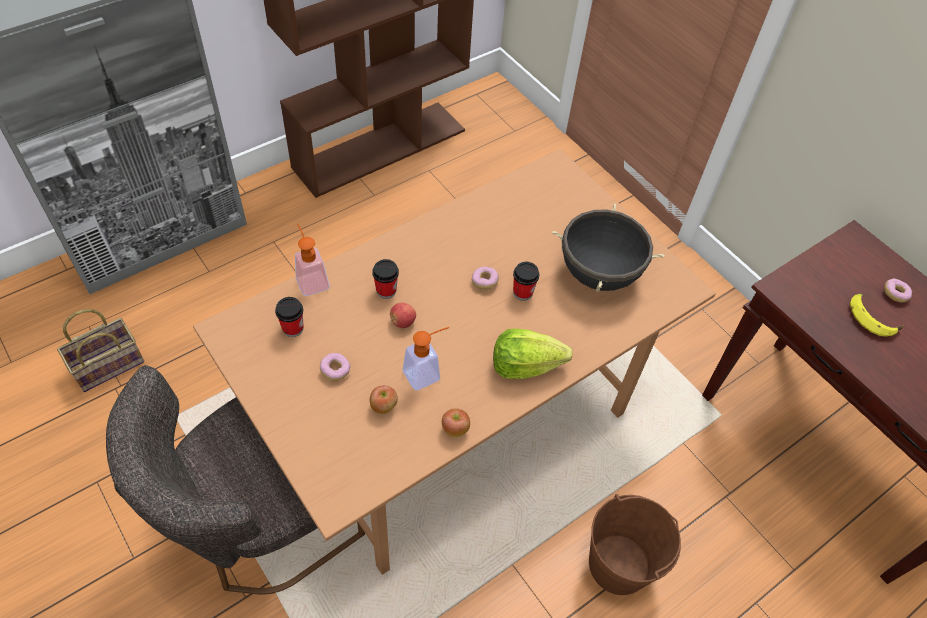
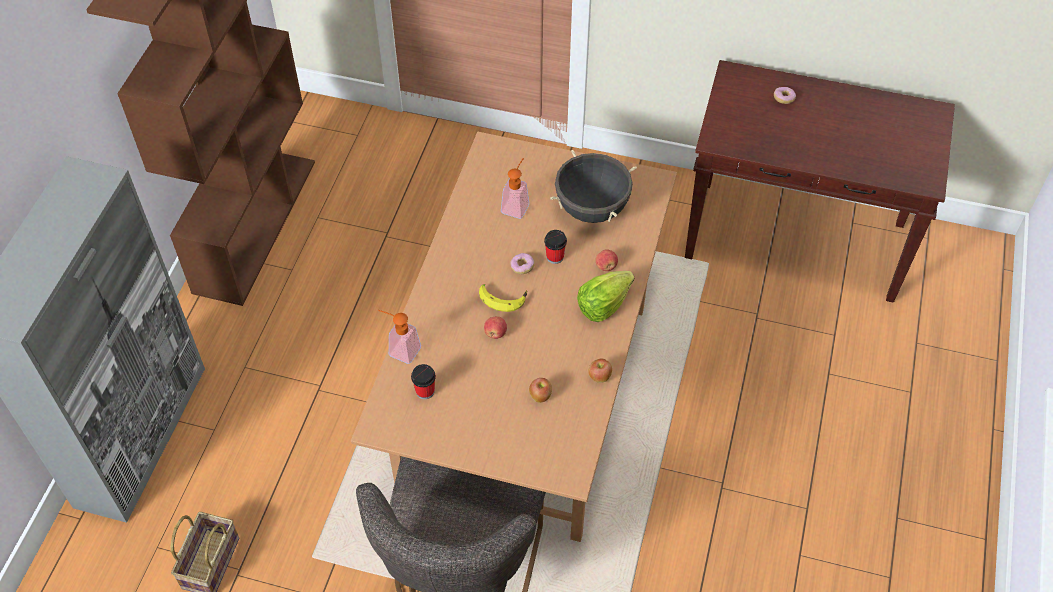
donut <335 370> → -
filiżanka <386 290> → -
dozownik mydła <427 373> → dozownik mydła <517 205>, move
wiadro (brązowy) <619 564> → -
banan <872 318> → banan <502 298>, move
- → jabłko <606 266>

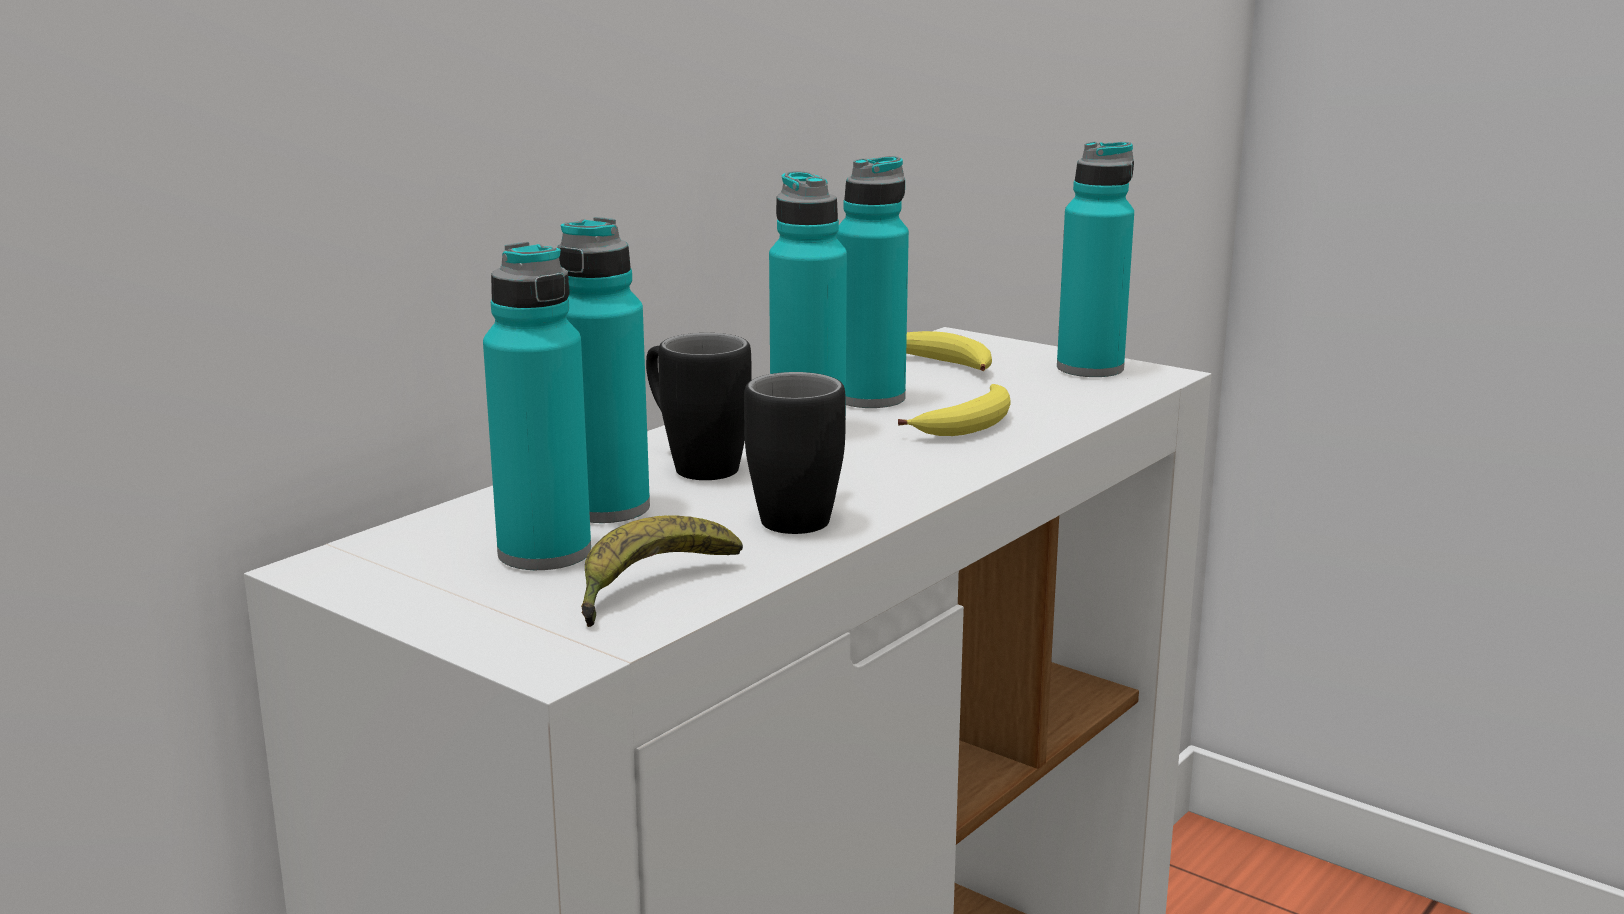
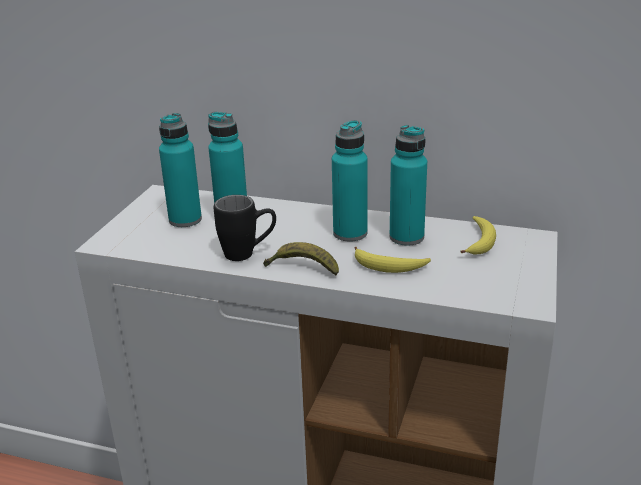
banan <650 588> → banan <303 268>, move
kubek (czarny) <693 464> → -
butelka (turkusowy) <1090 368> → -

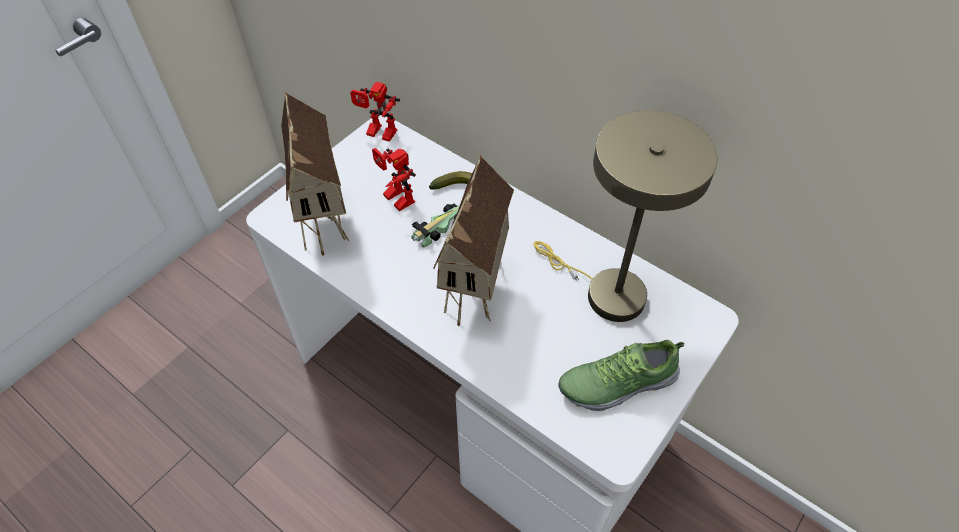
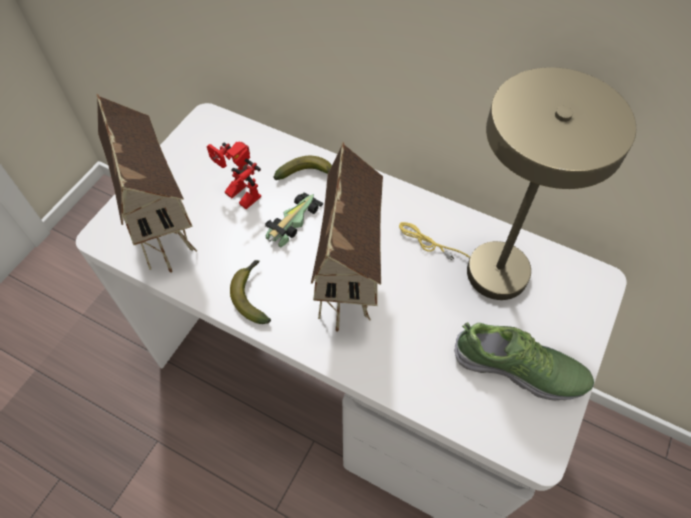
robot zabawkowy <378 134> → -
but <616 382> → but <518 368>, 135 degrees counterclockwise
- → banan <252 294>

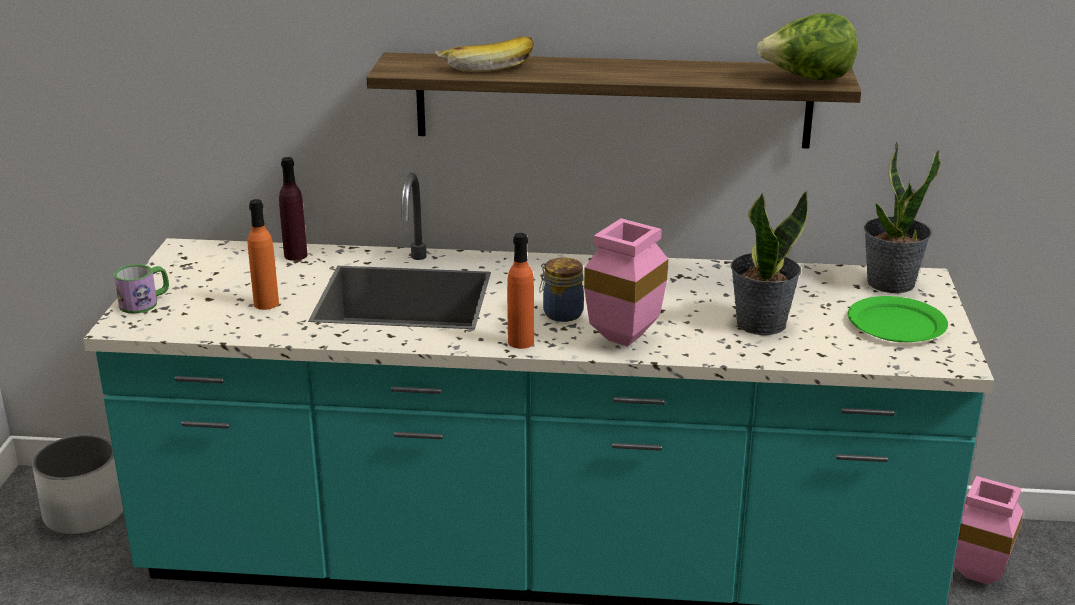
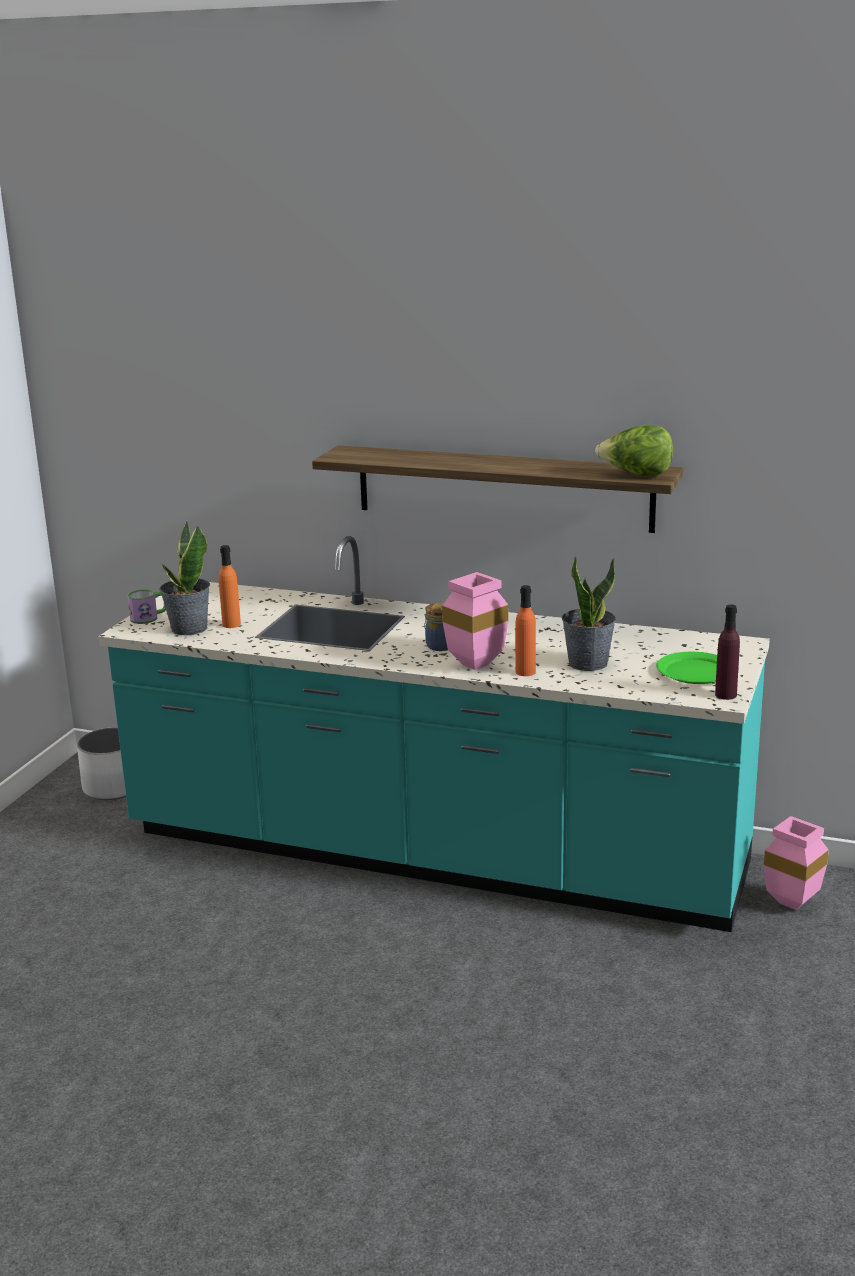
butelka (fioletowy) <295 255> → butelka (fioletowy) <725 695>, move
banan <487 65> → -
butelka (pomarańczowy) <521 342> → butelka (pomarańczowy) <525 672>, move
roślina doniczkowa <890 283> → roślina doniczkowa <188 629>, move

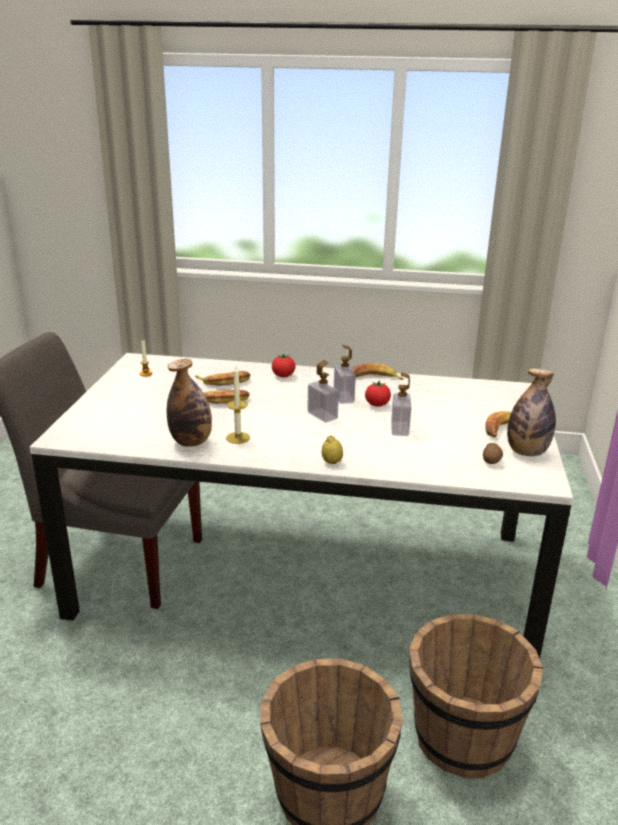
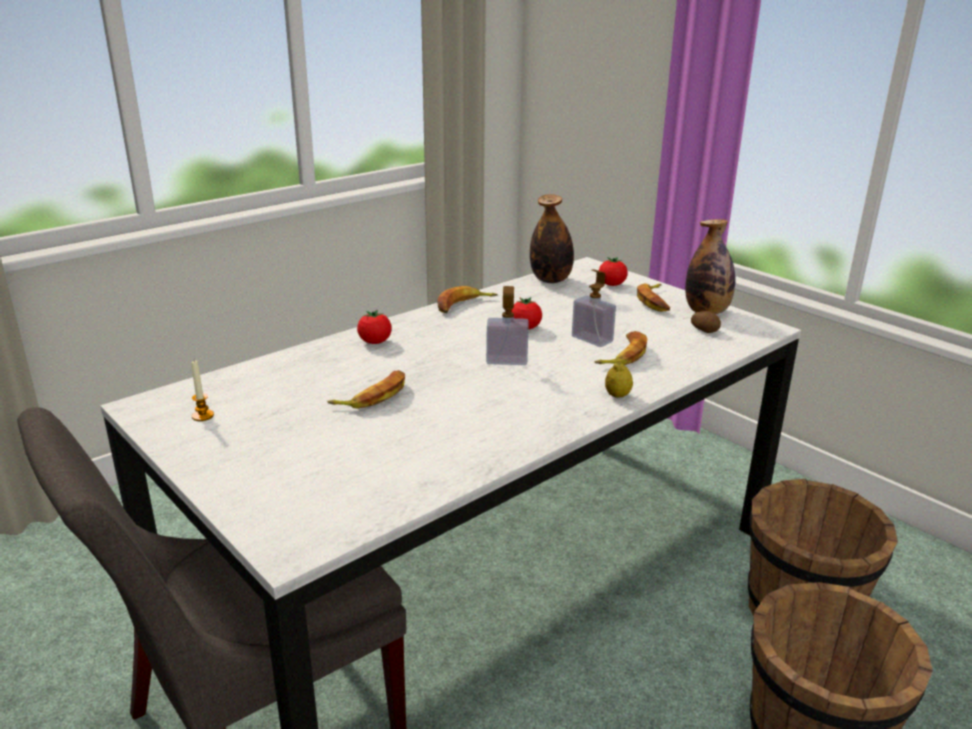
butelka <191 442> → butelka <551 280>, move
banan <224 381> → banan <623 355>, move
świeca <238 438> → -
dozownik mydła <343 397> → -
- → pomidor <612 284>

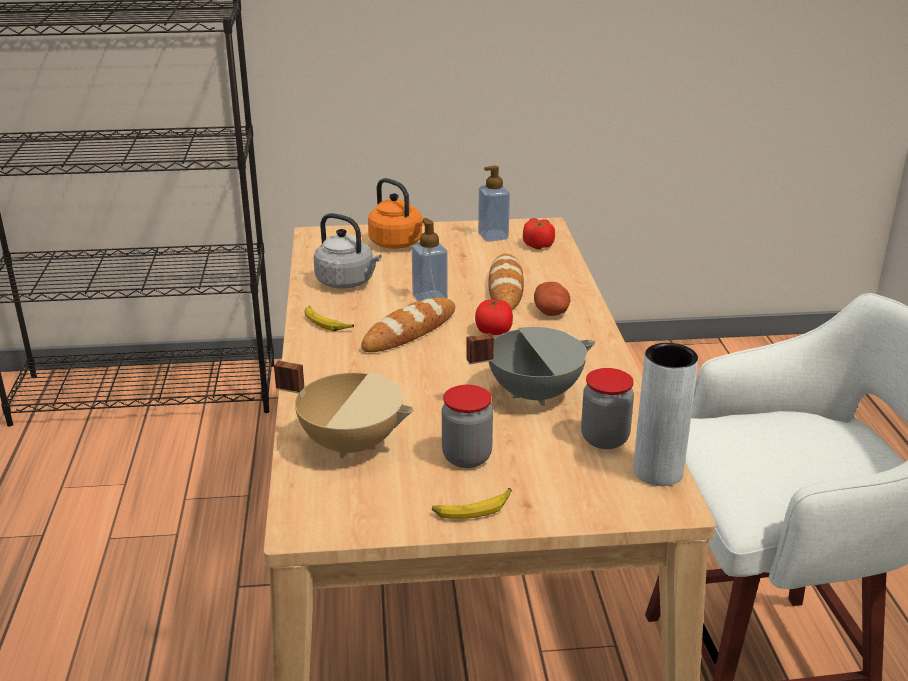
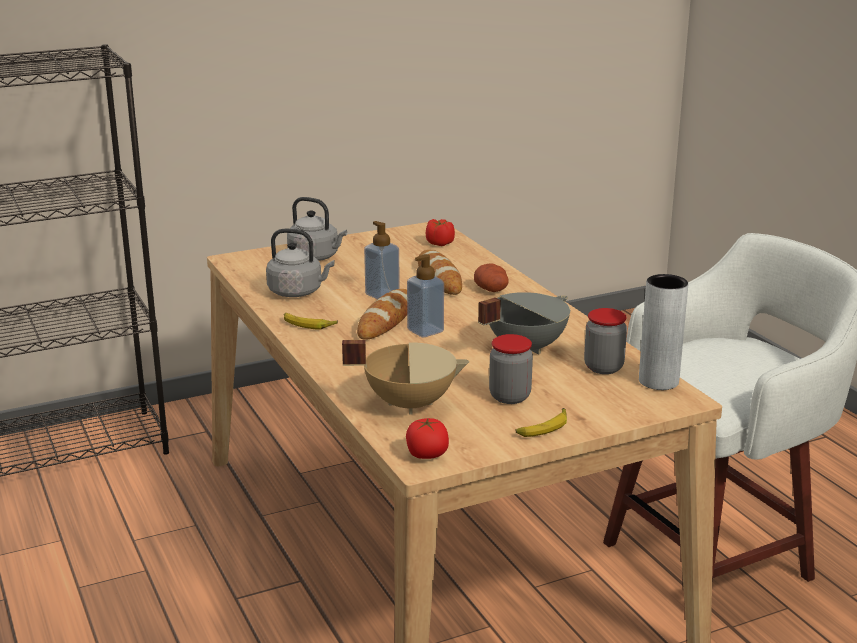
czajnik (pomarańczowy) <398 244> → czajnik (szary) <316 257>
pomidor <493 331> → pomidor <427 455>, move
dozownik mydła <493 236> → dozownik mydła <425 331>, move

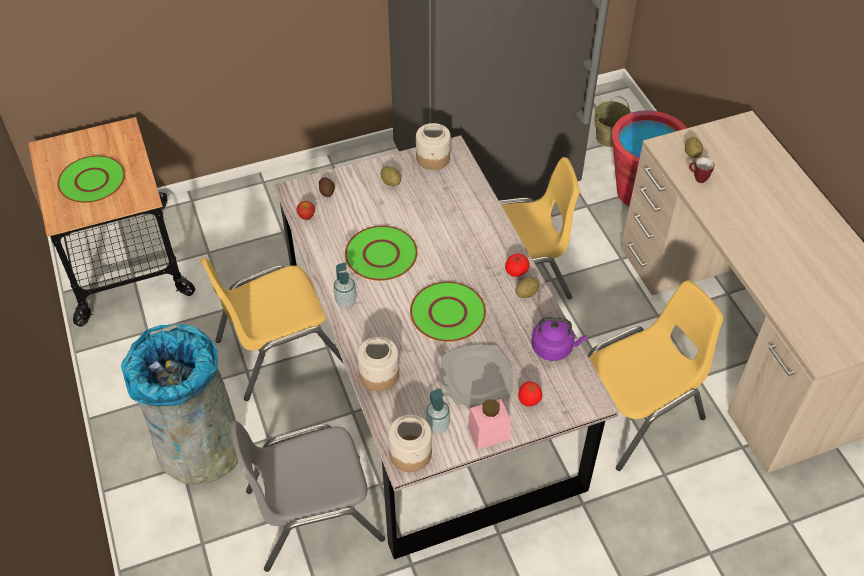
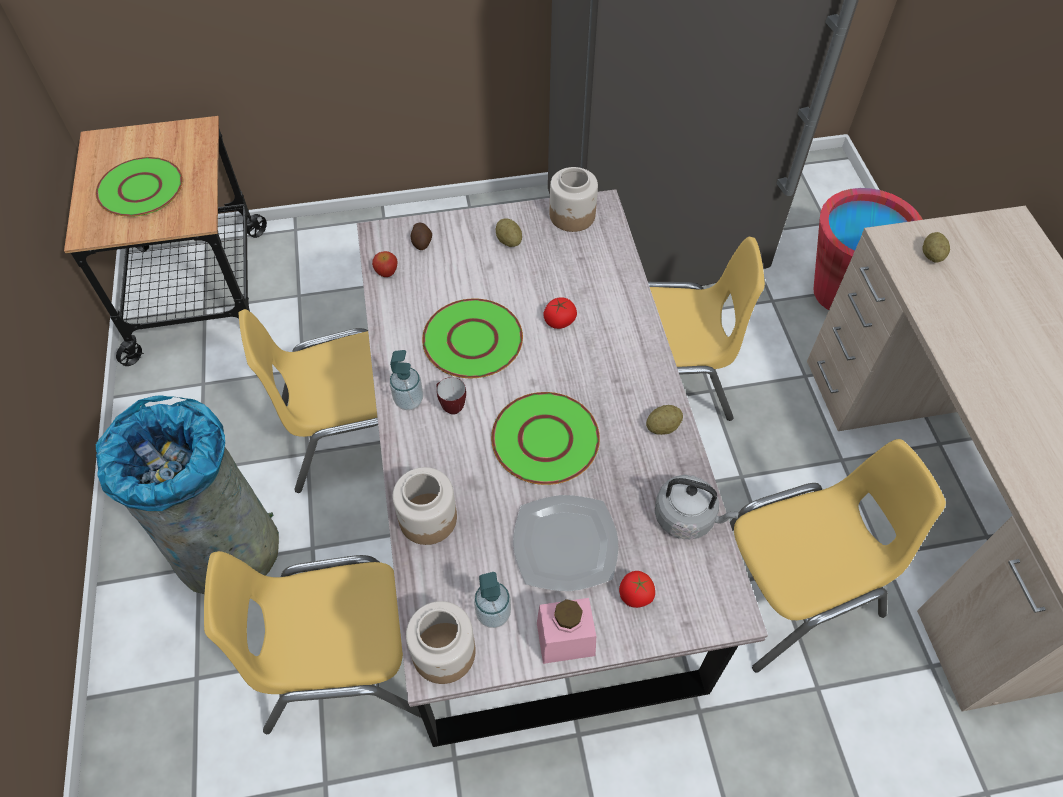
krzesło (szary) <313 513> → krzesło (żółty) <344 661>
pomidor <516 271> → pomidor <559 321>, move
czajnik (fioletowy) <554 348> → czajnik (szary) <687 517>
wiadro (beżowy) <608 137> → -
kubek <697 178> → kubek <450 406>, move

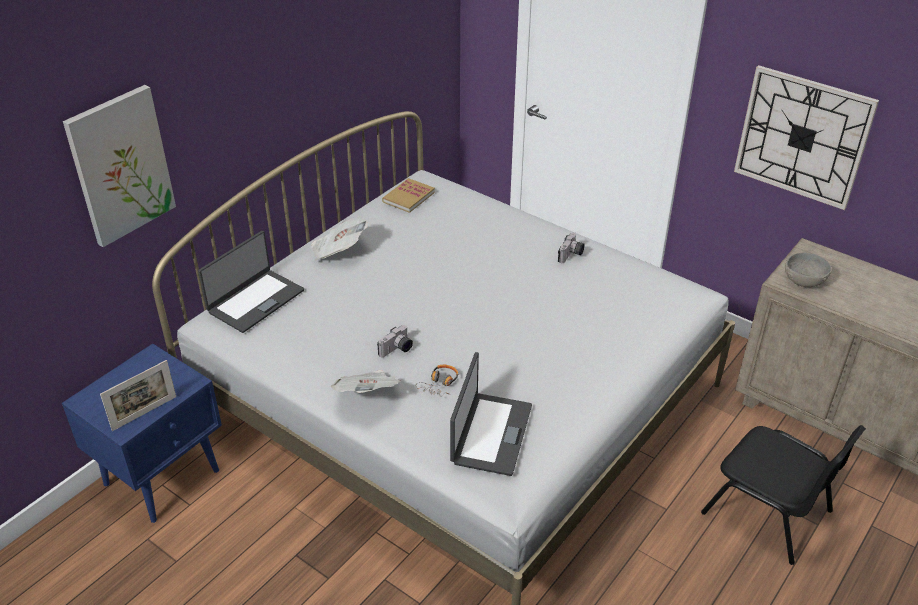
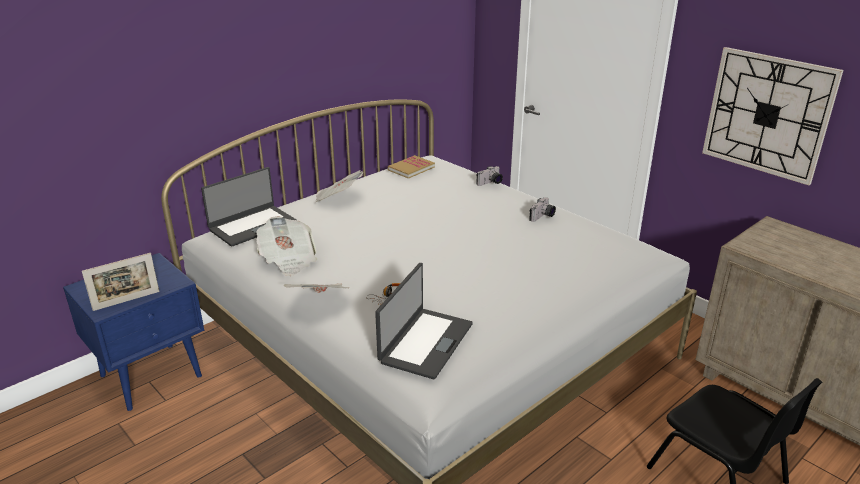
obraz <120 165> → -
aparat fotograficzny <397 350> → aparat fotograficzny <490 183>, move
miska (szary) <804 280> → -
- → gazeta <288 260>

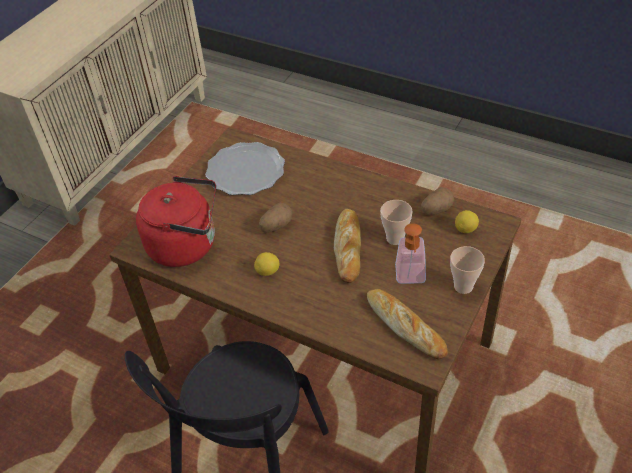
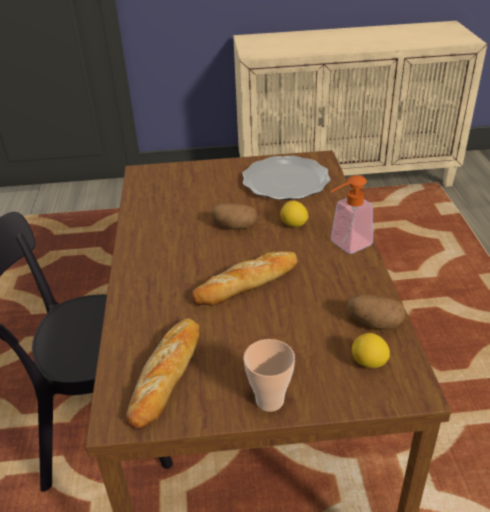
czajnik (czerwony) <187 245> → -
cytryna <268 272> → cytryna <294 225>, move
filiżanka <395 238> → -
dozownik mydła <410 278> → dozownik mydła <345 245>, move

